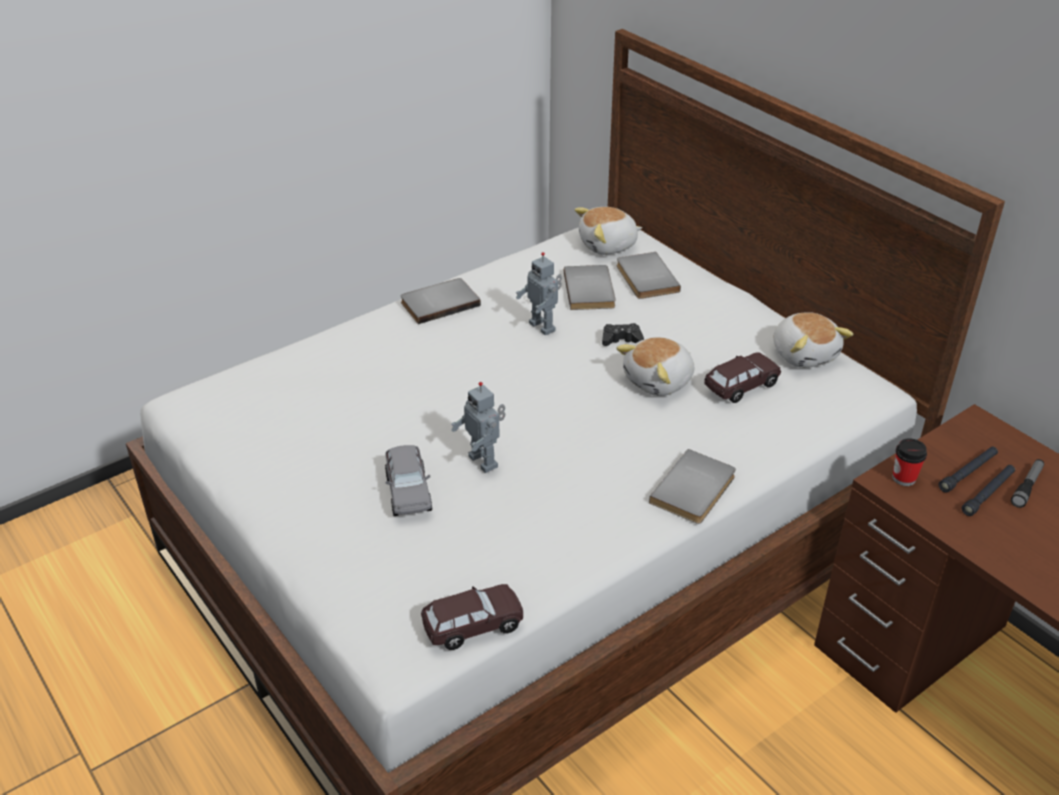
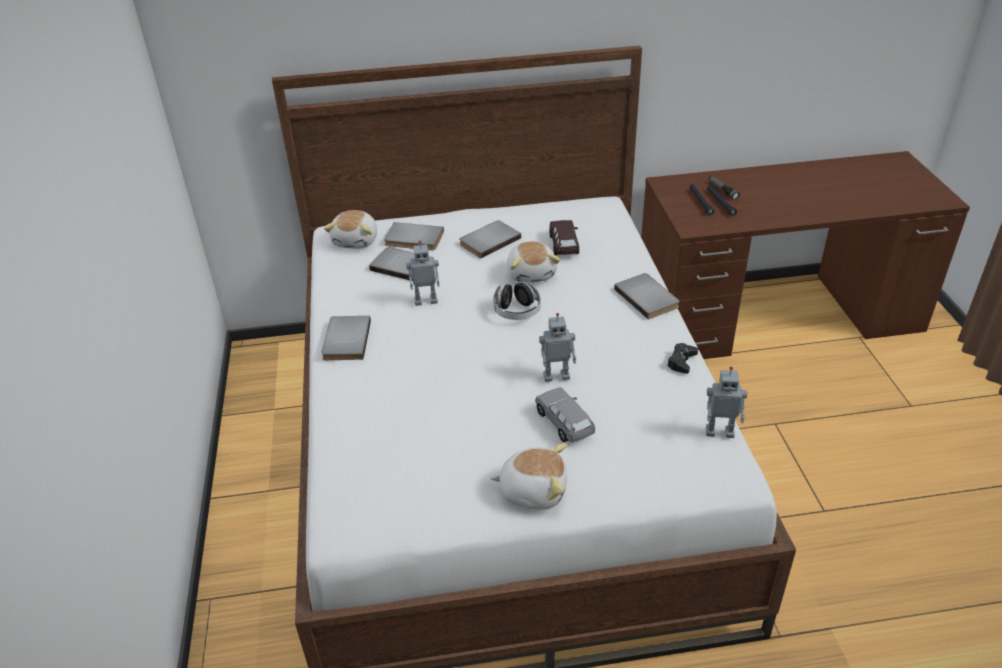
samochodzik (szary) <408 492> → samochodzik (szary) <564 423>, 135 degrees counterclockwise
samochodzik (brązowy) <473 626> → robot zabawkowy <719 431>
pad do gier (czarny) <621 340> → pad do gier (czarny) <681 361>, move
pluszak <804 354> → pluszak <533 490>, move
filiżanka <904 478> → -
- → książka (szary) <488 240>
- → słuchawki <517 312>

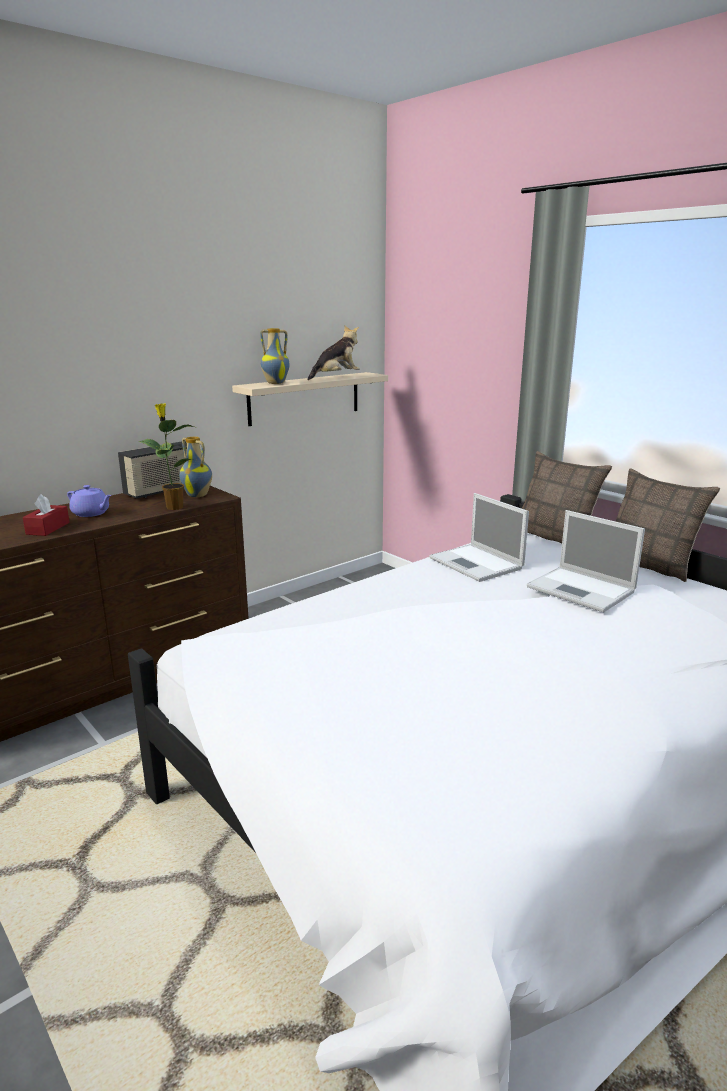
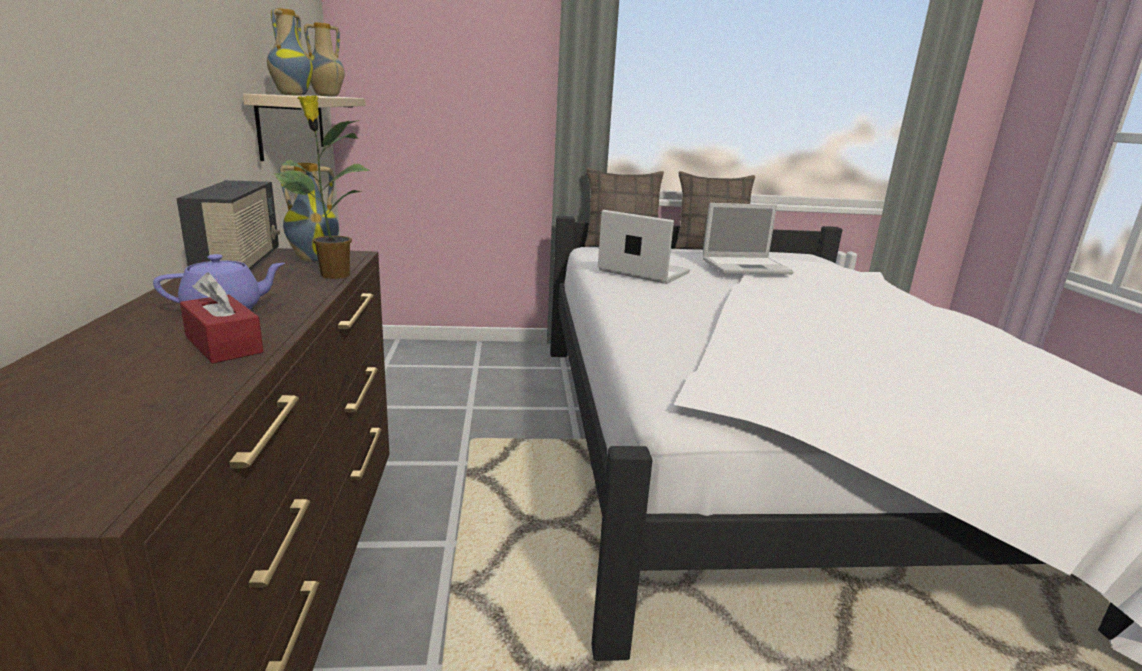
pluszak <336 377> → wazon <327 96>
laptop <477 564> → laptop <642 271>, 150 degrees counterclockwise

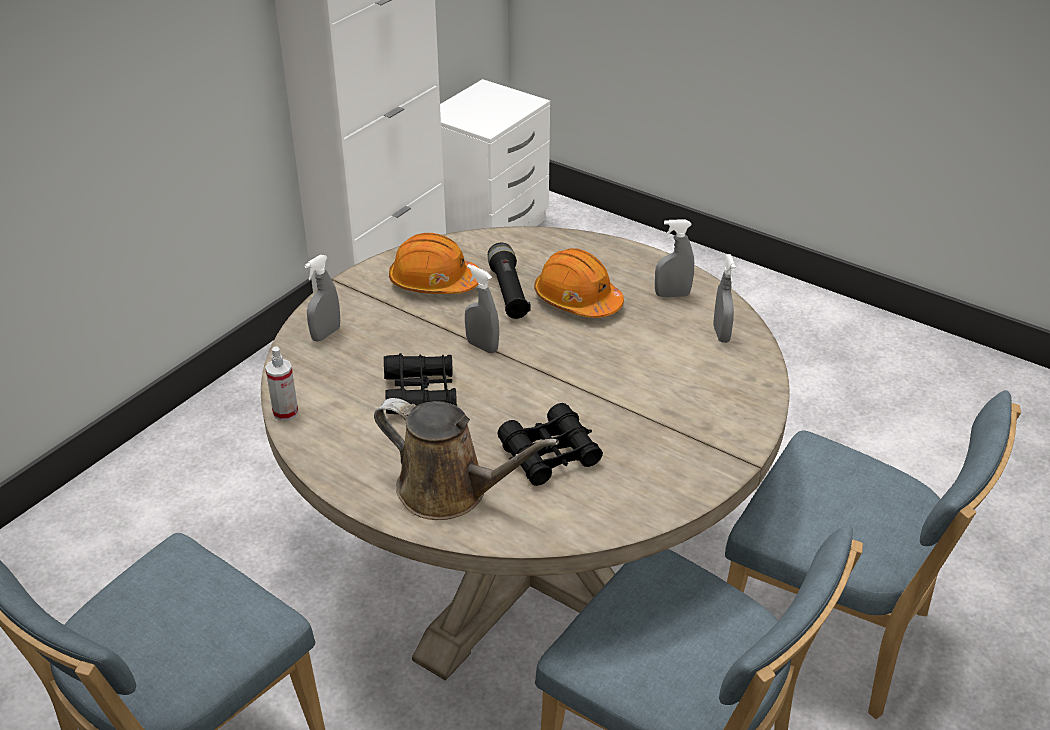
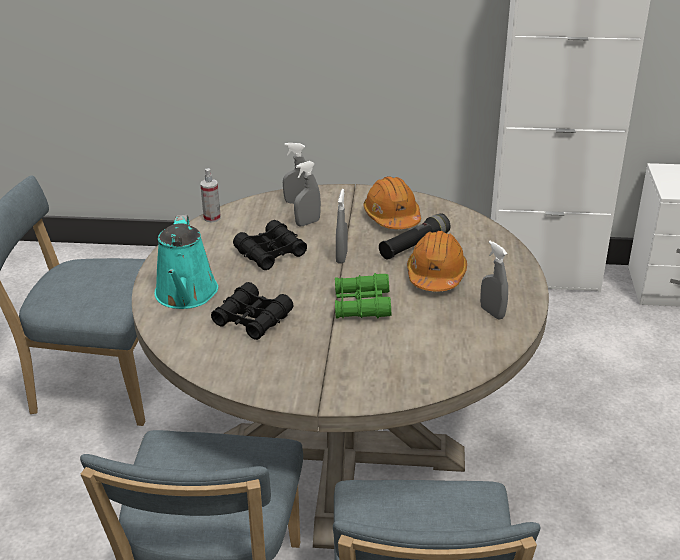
konewka (brązowy) <450 491> → konewka (turkusowy) <186 295>
spryskiwacz (szary) <721 334> → spryskiwacz (szary) <307 223>, move
- → lornetka (zielony) <361 305>

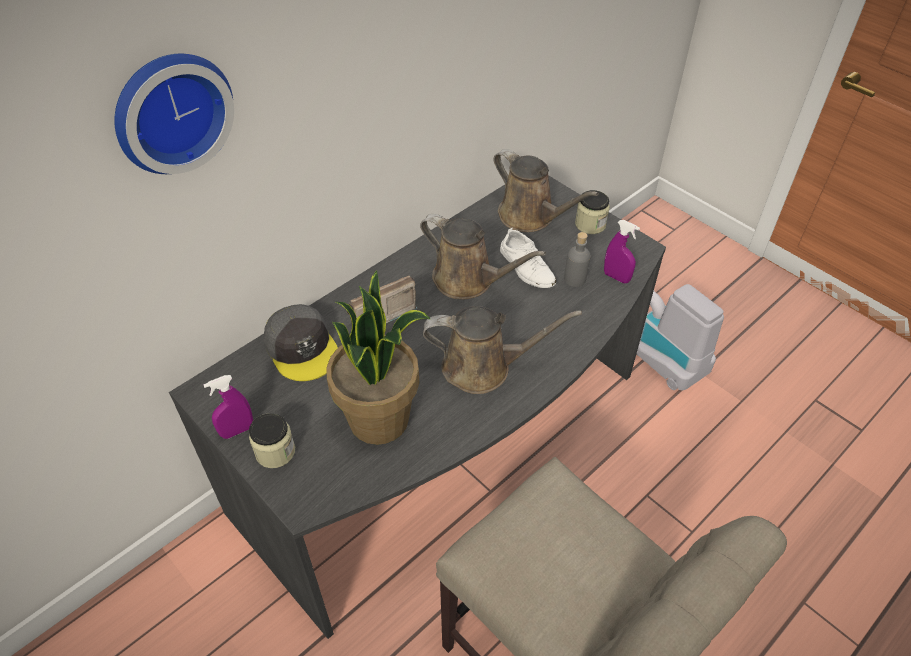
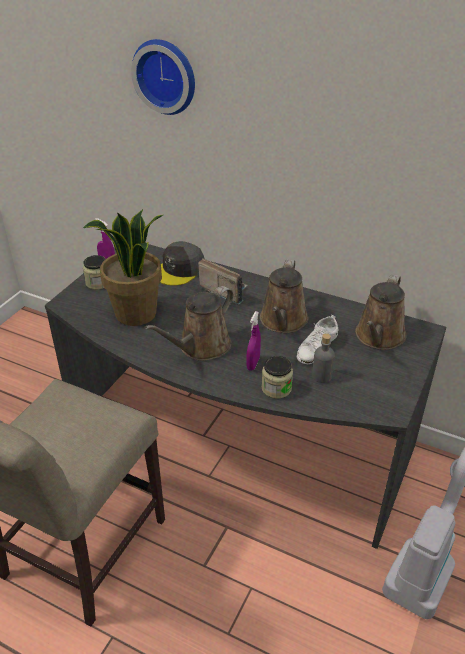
konewka (brązowy) <483 367> → konewka (brązowy) <201 347>, 60 degrees clockwise
słoik <590 224> → słoik <276 388>, move
spryskiwacz (fioletowy) <616 277> → spryskiwacz (fioletowy) <253 364>, move

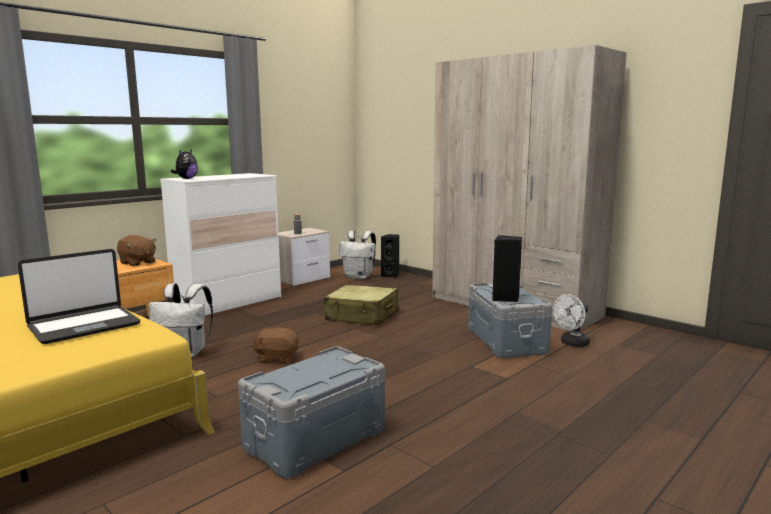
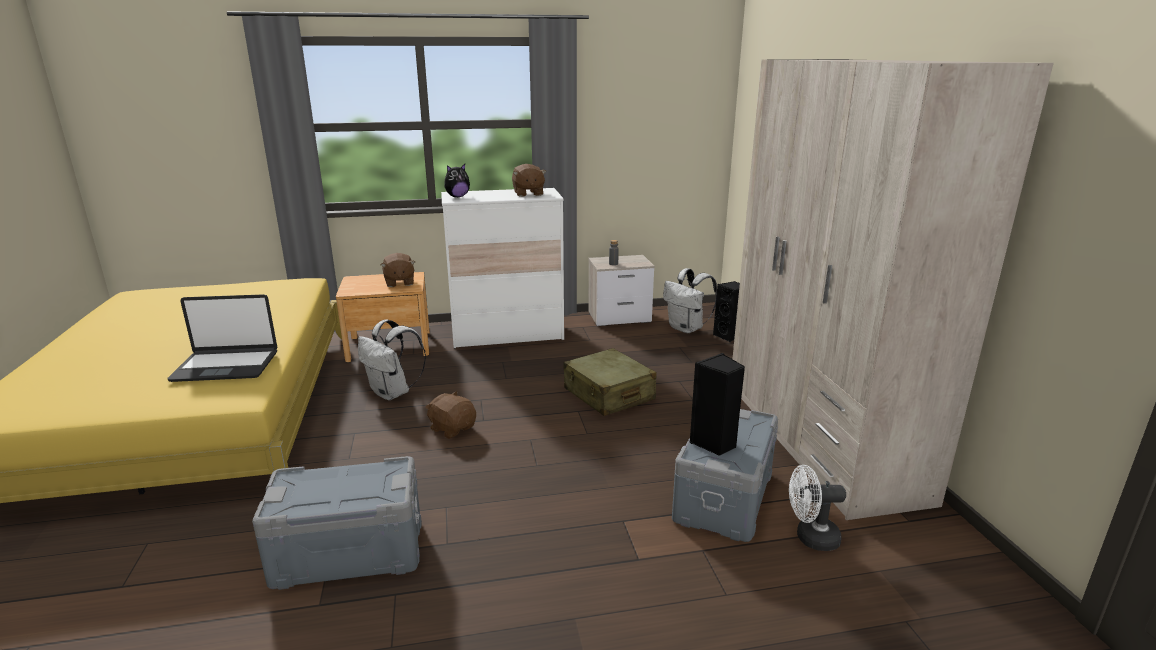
- → pluszak (brązowy) <528 194>

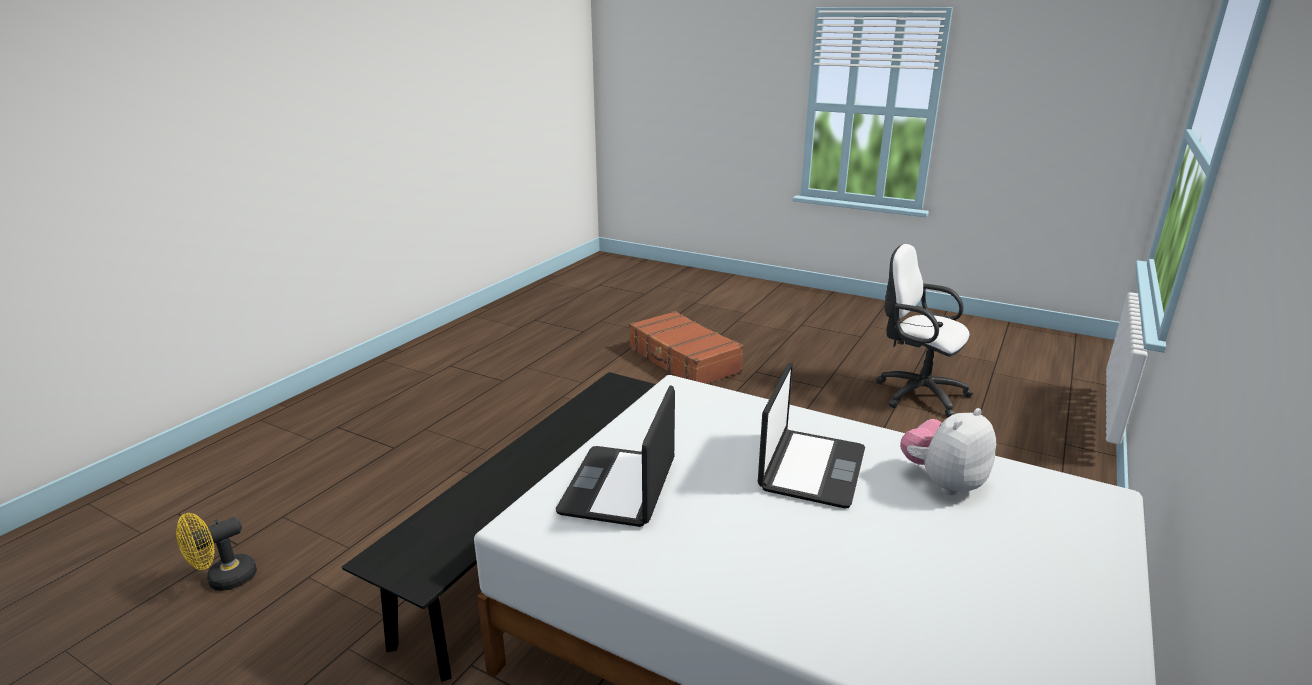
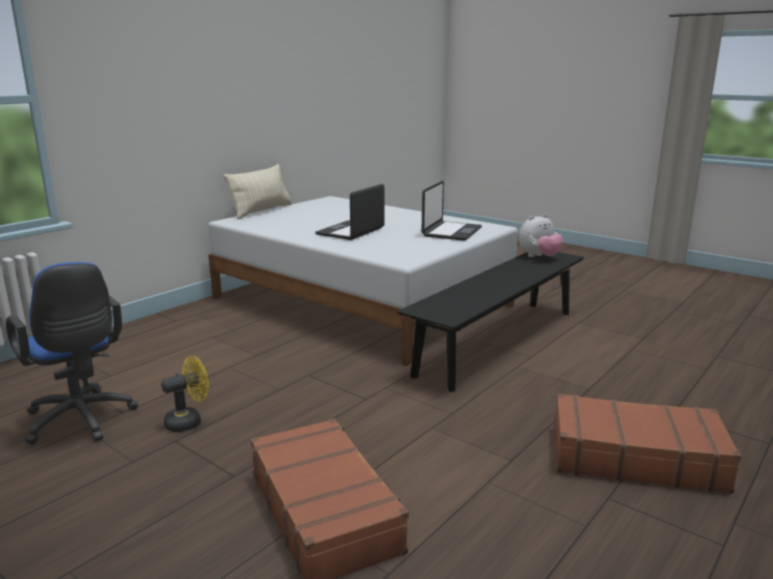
wentylator (żółty) <224 580> → wentylator (żółty) <189 421>, move
krzesło biurowe (biały) <916 393> → krzesło biurowe (niebieski) <82 421>
pluszak <943 482> → pluszak <539 257>, move
- → poduszka (beżowy) <261 211>
- → walizka (brązowy) <635 457>

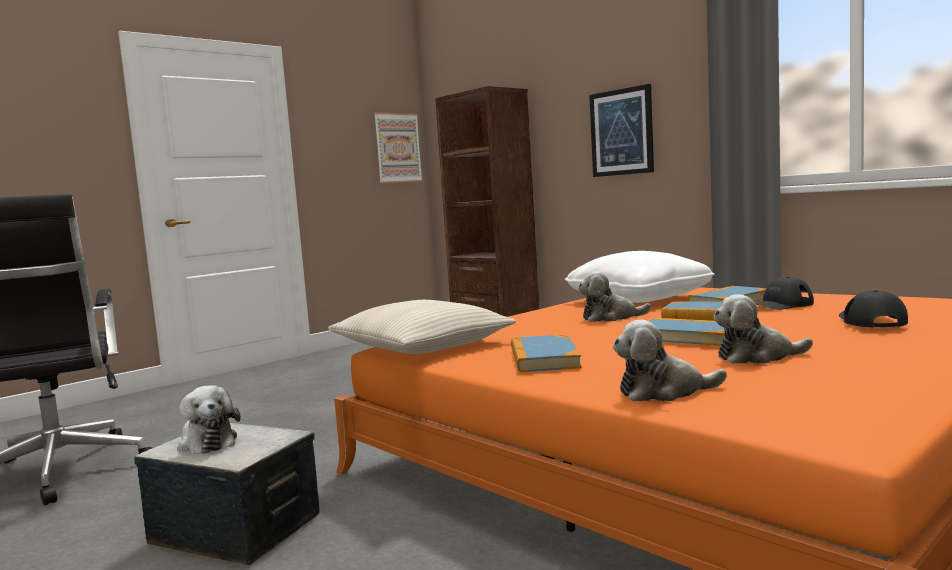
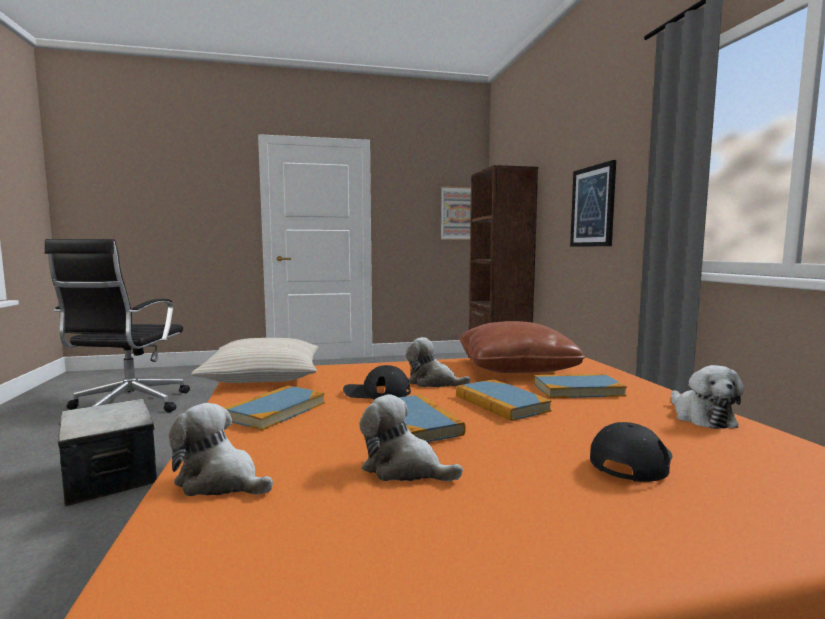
pluszak <207 442> → pluszak <701 417>, move
poduszka (biały) <638 300> → poduszka (brązowy) <515 368>
czapka z daszkiem (czarny) <780 305> → czapka z daszkiem (czarny) <376 392>, move

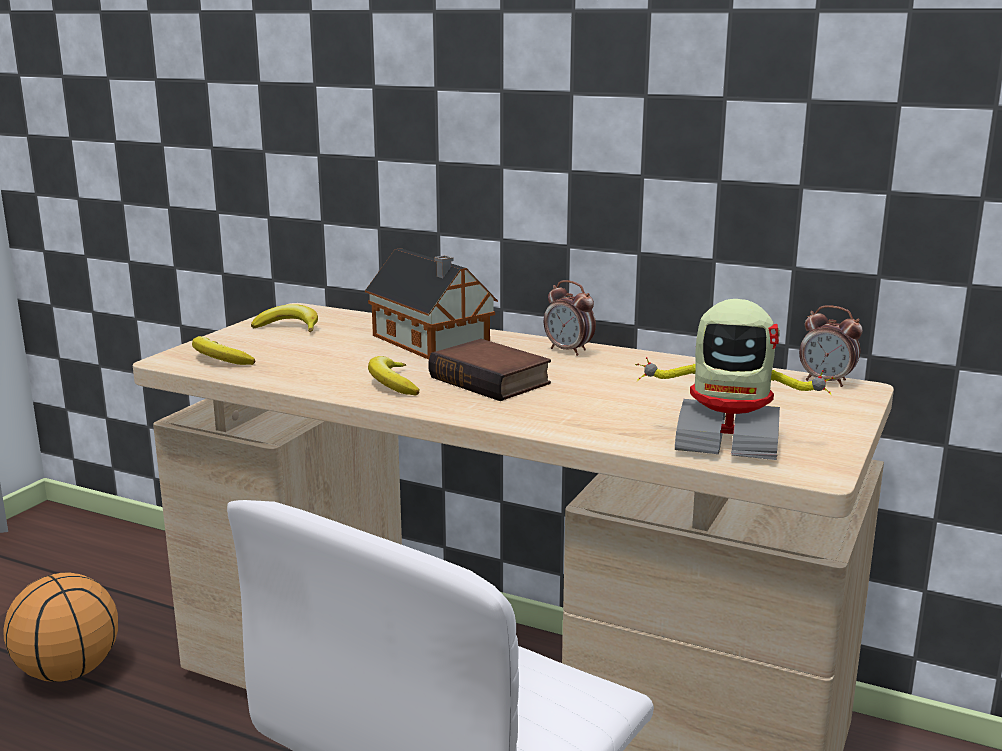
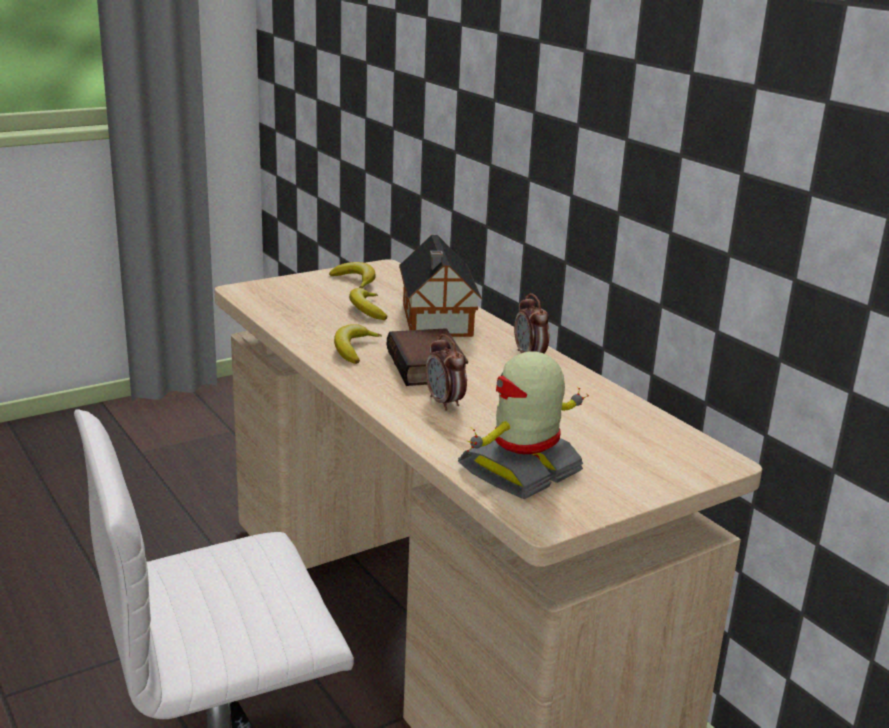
piłka do koszykówki <69 671> → -
banan <219 359> → banan <367 310>, move
robot zabawkowy <727 440> → robot zabawkowy <522 471>, 90 degrees clockwise
budzik <826 381> → budzik <445 403>, move

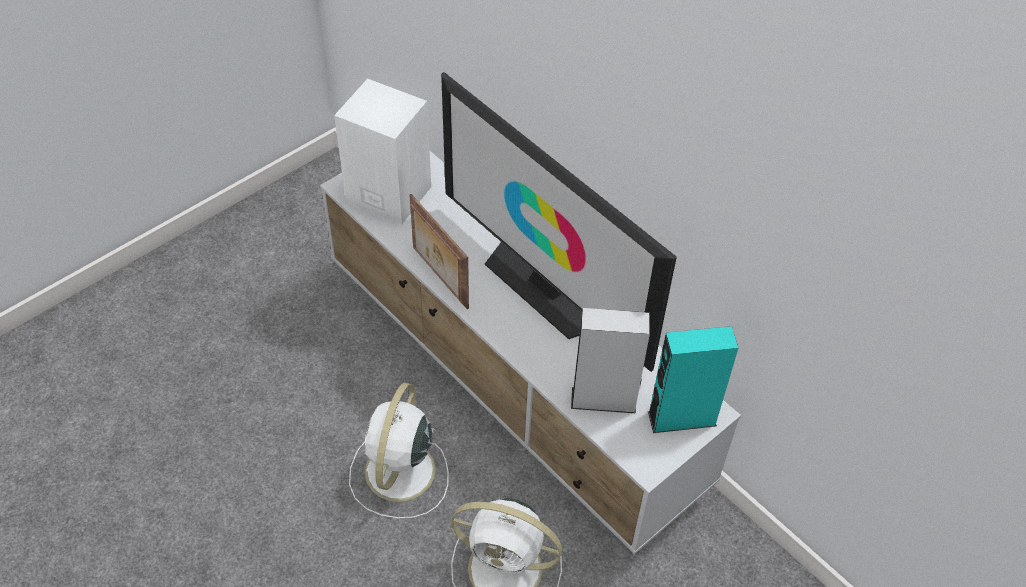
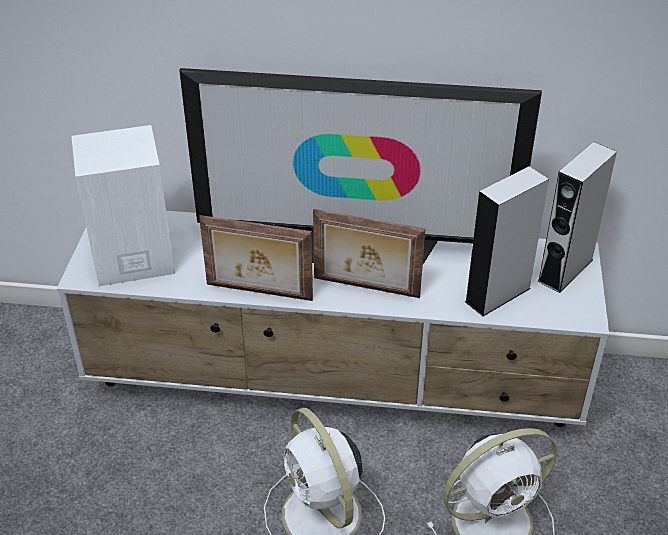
głośnik (turkusowy) <682 418> → głośnik (szary) <565 270>
- → ramka na zdjęcie <366 288>

